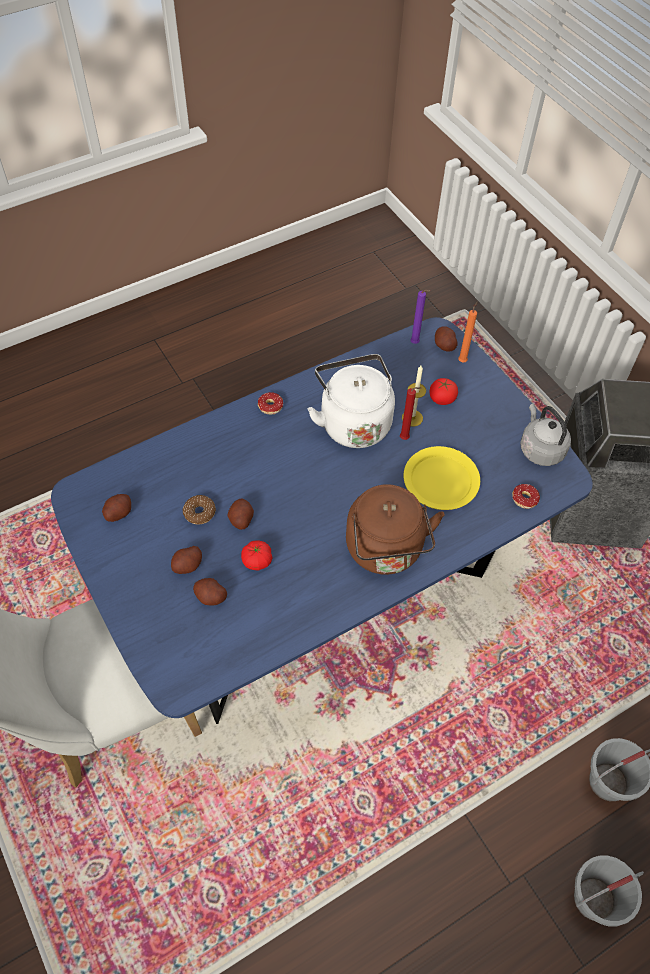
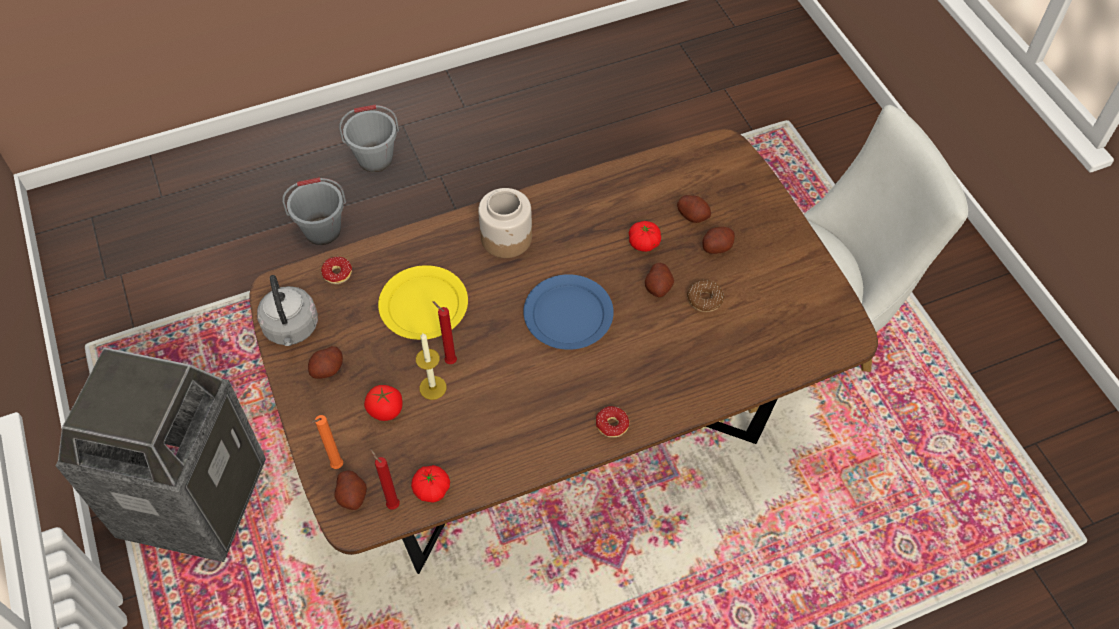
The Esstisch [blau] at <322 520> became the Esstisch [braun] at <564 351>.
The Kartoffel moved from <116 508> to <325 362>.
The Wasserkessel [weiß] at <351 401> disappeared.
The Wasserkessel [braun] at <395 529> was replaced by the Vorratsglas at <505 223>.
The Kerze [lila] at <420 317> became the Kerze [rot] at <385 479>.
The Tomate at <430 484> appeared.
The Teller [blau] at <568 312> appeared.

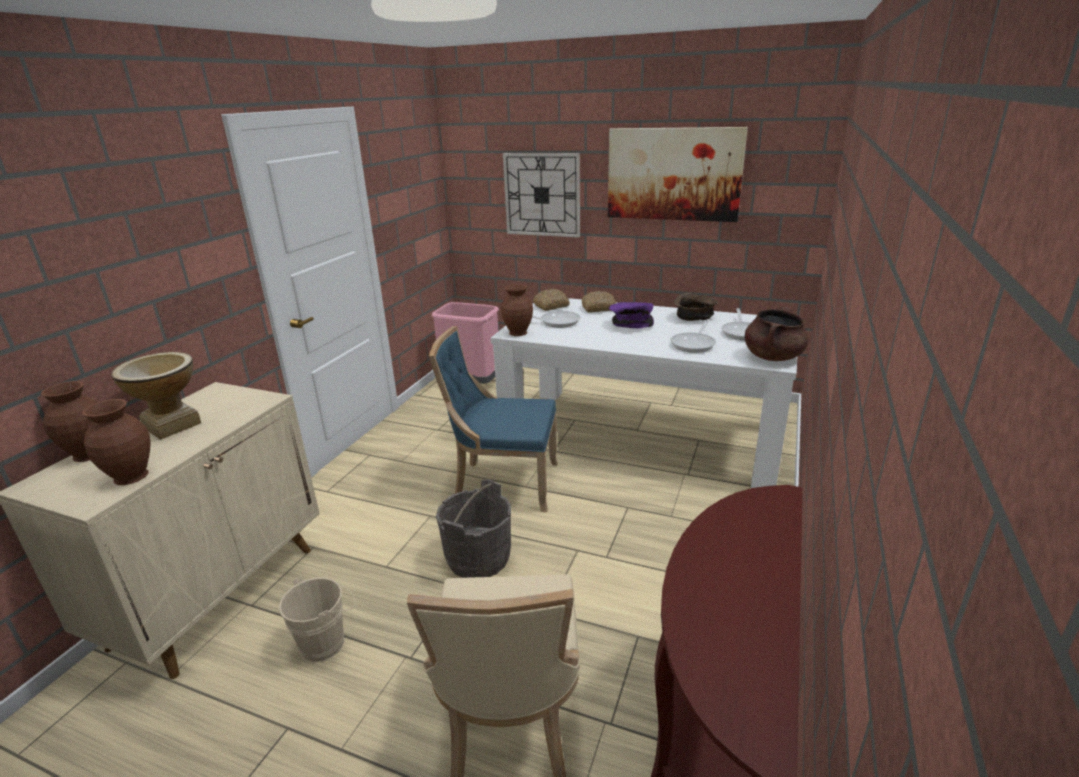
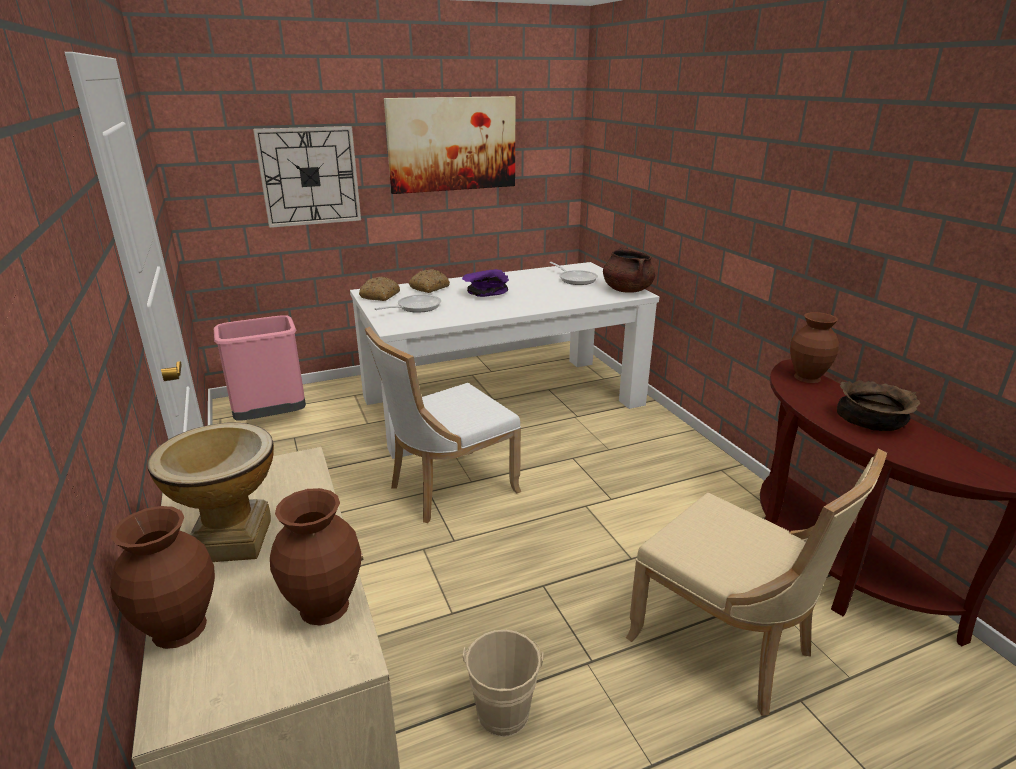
The Stuhl [blau] at <493 419> became the Stuhl [weiß] at <443 425>.
The Eimer [grau] at <473 529> disappeared.
The Vase [braun] moved from <517 310> to <814 347>.
The Pfanne at <693 336> disappeared.
The Schüssel [braun] moved from <696 306> to <878 405>.

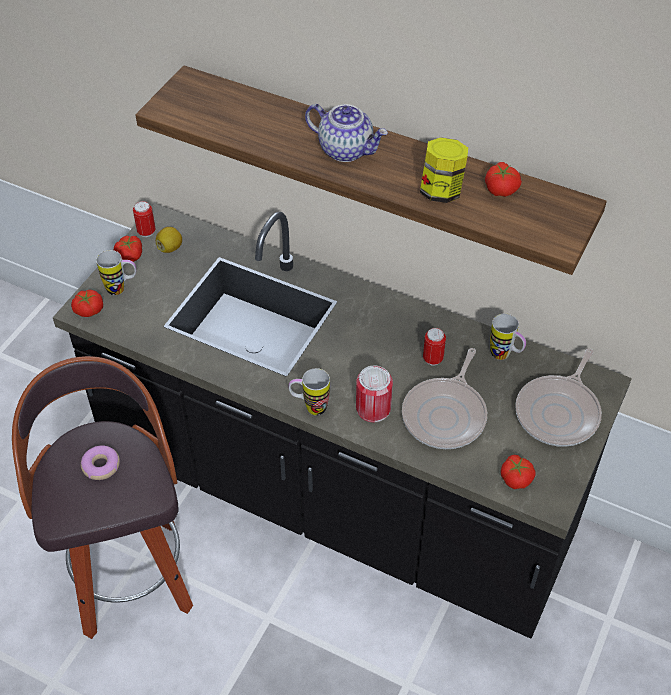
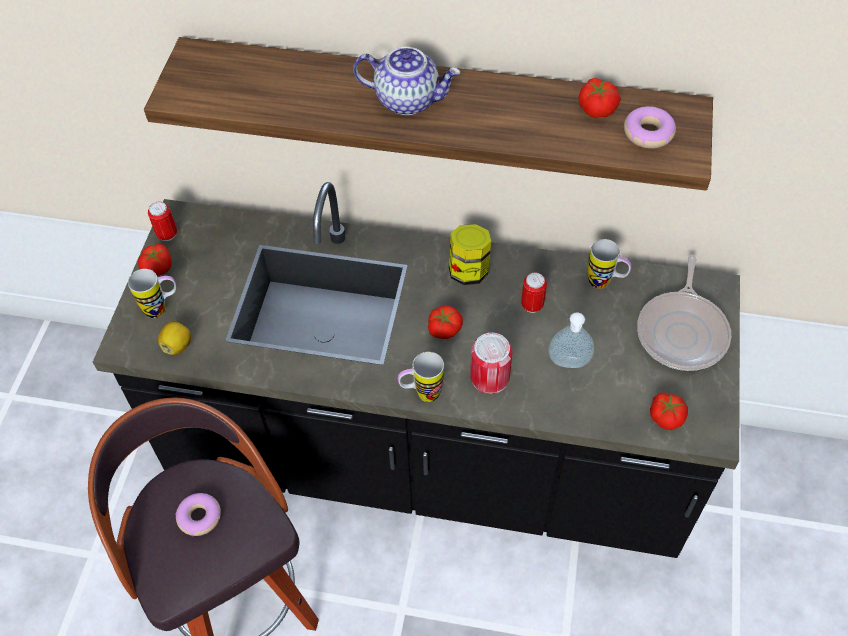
The Tomate moved from <87 303> to <445 322>.
The Zitrone moved from <169 240> to <174 338>.
The Pfanne at <444 398> was replaced by the Seifenspender at <571 340>.
The Vorratsglas moved from <444 170> to <470 254>.
The Donut at <650 127> appeared.

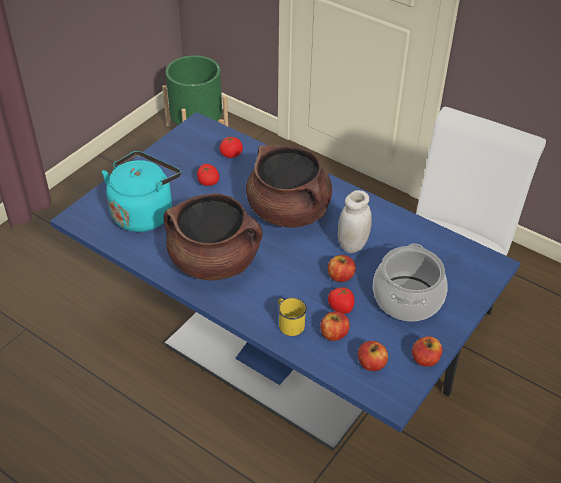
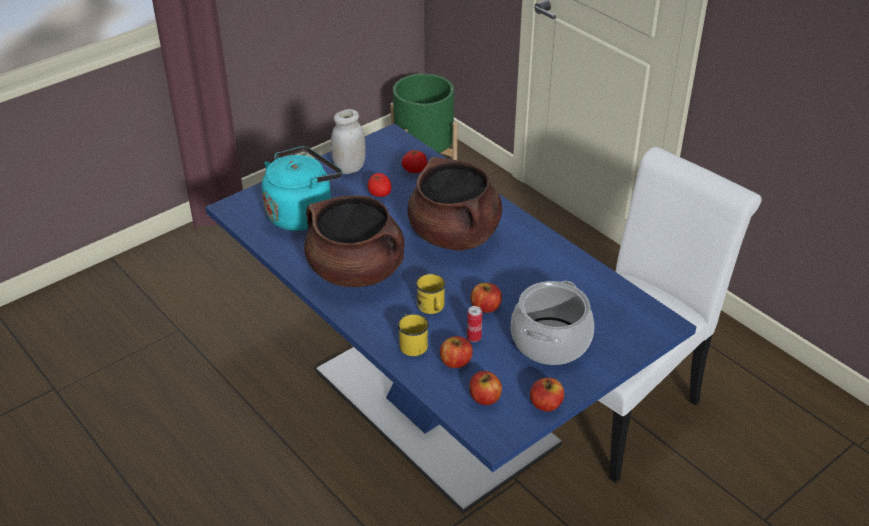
The Tomate at <341 300> was replaced by the Dose at <474 324>.
The Vorratsglas [weiß] moved from <355 221> to <348 141>.
The Henkelbecher [gelb] at <431 293> appeared.

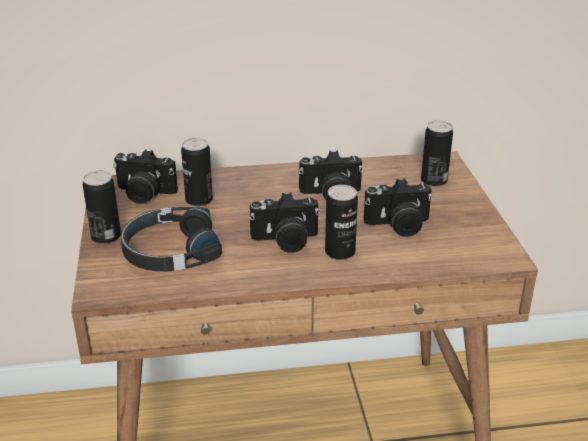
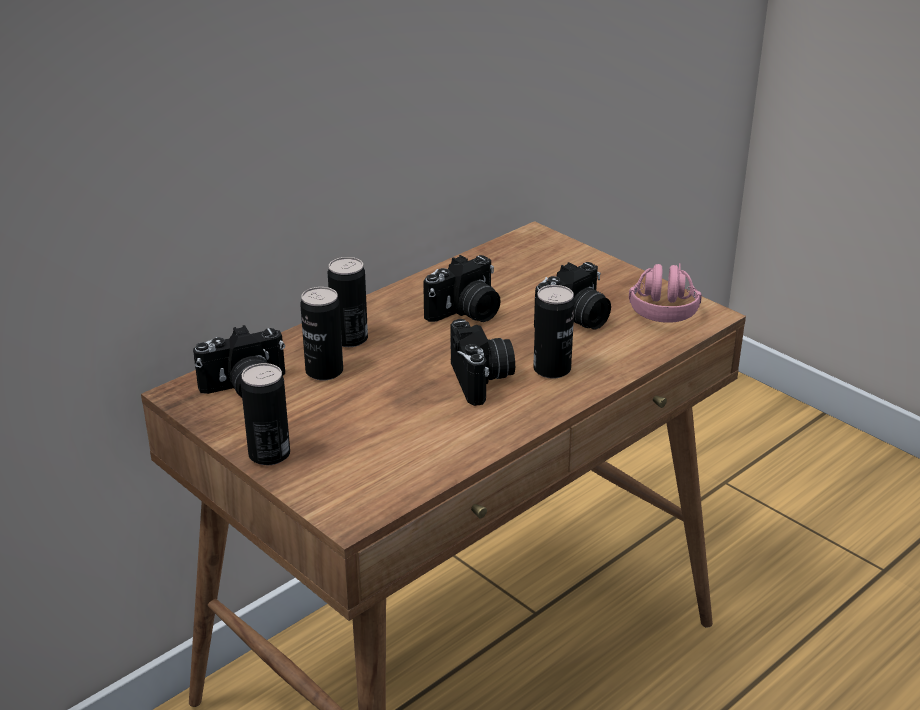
The Kopfhörer [schwarz] at <171 239> disappeared.
The Kamera at <284 223> turned 60 degrees counterclockwise.
The Dose moved from <437 153> to <348 302>.
The Kopfhörer [rosa] at <665 293> appeared.

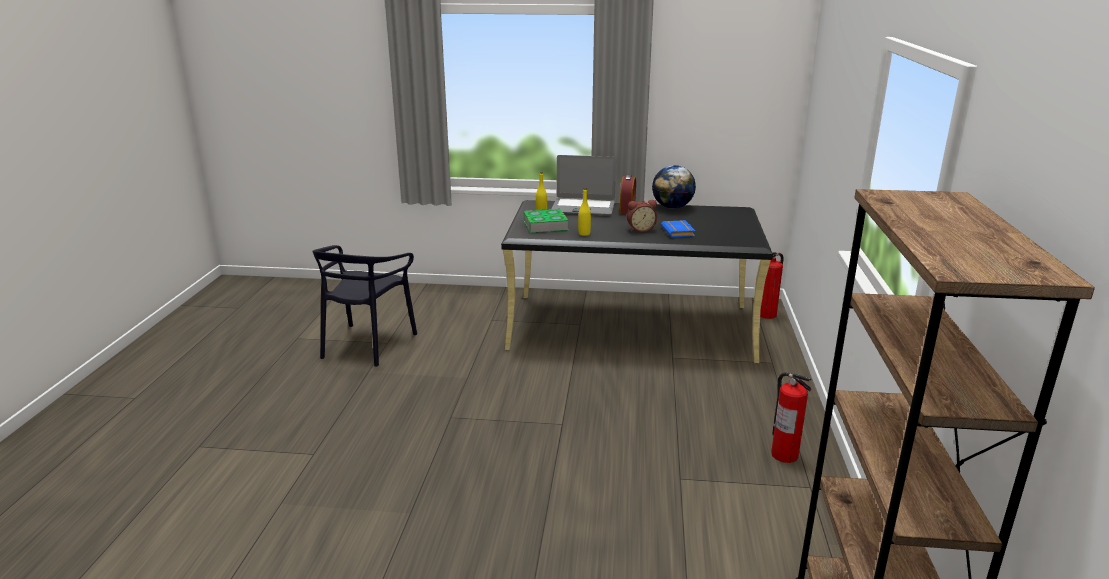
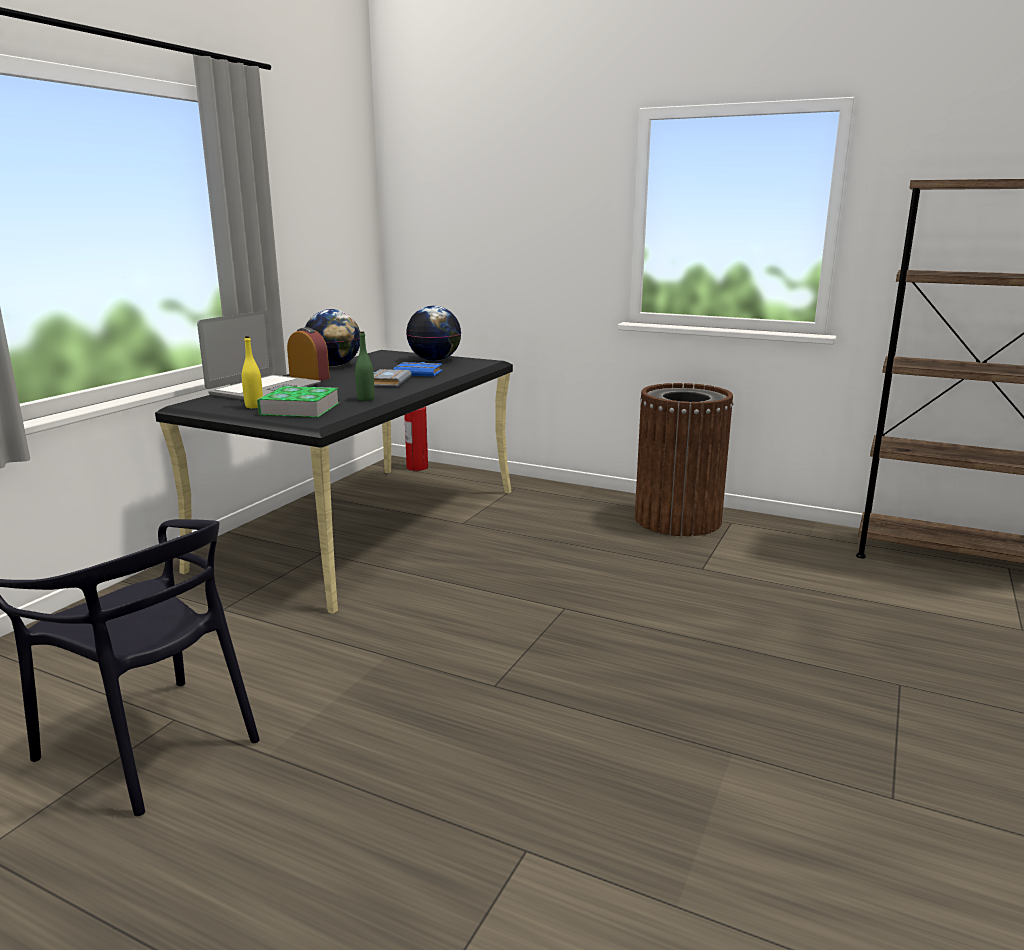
The Flasche [gelb] at <584 212> became the Flasche [grün] at <364 366>.
The Wecker at <642 216> was replaced by the Buch [grau] at <392 377>.
The Feuerlöscher at <791 417> was replaced by the Mülleimer [braun] at <684 459>.
The Globus at <433 333> appeared.

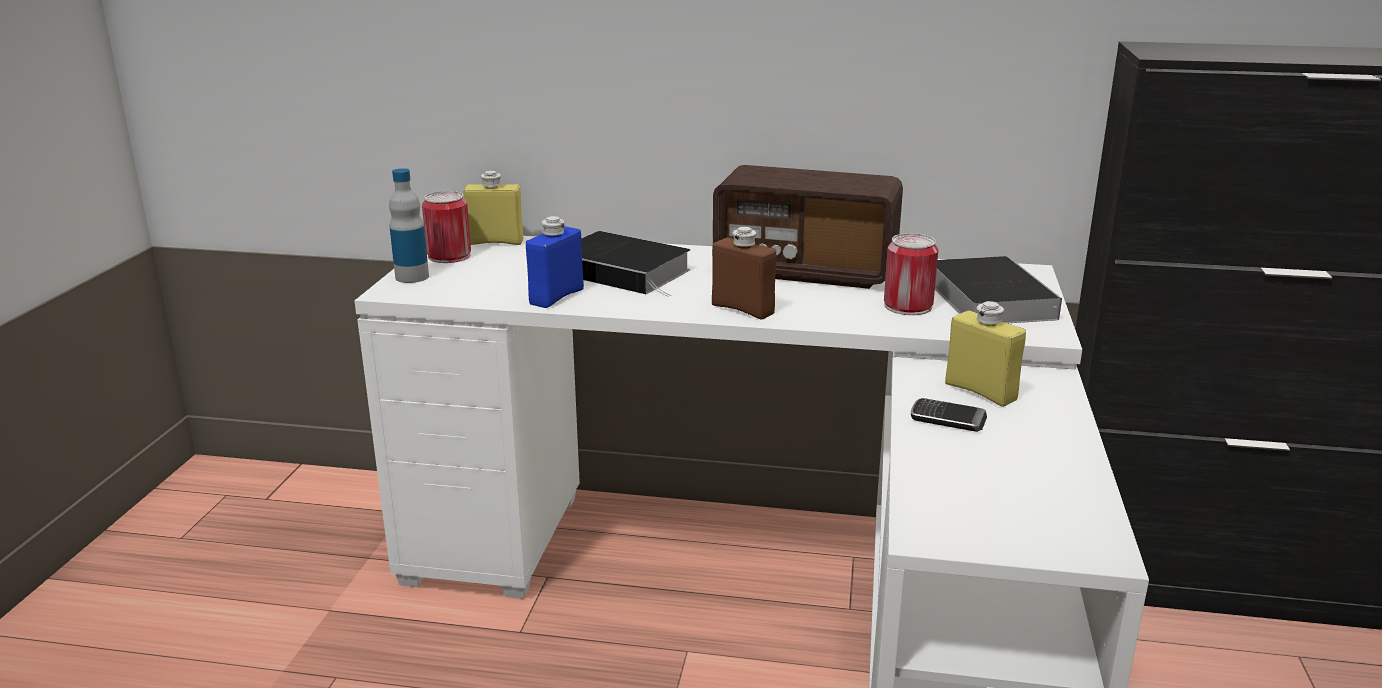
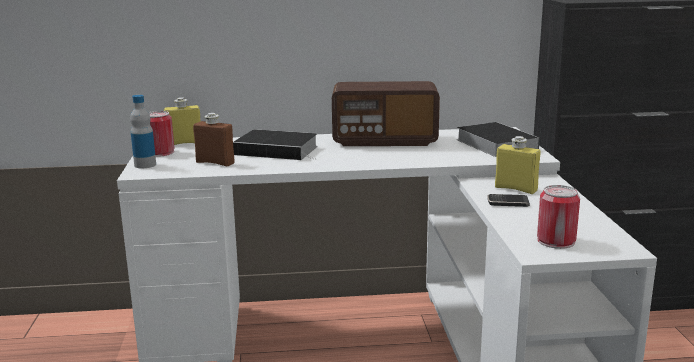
The Flasche [blau] at <555 262> disappeared.
The Flasche [braun] moved from <744 273> to <214 139>.
The Dose moved from <911 274> to <558 217>.

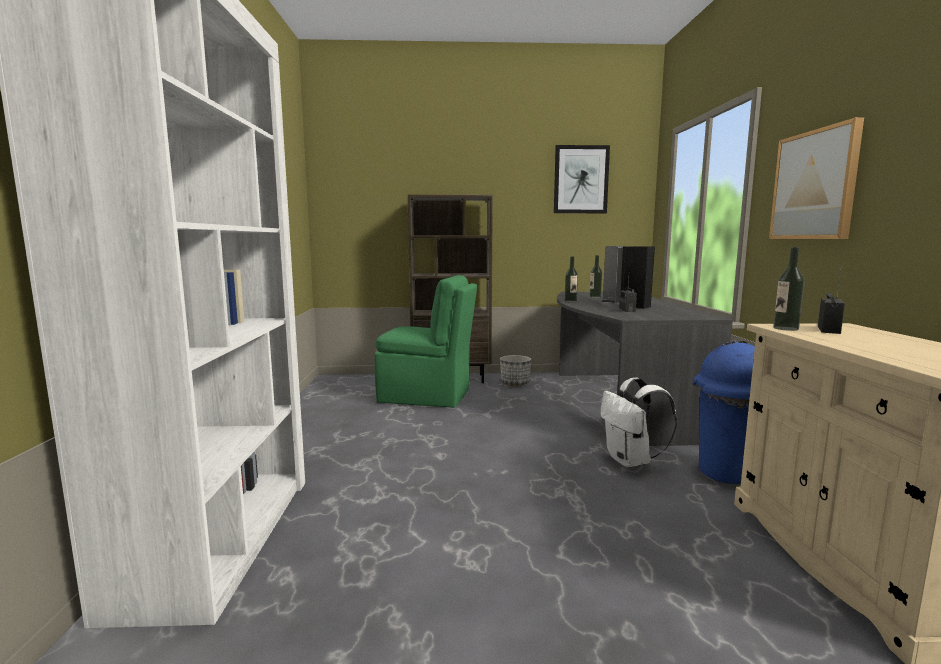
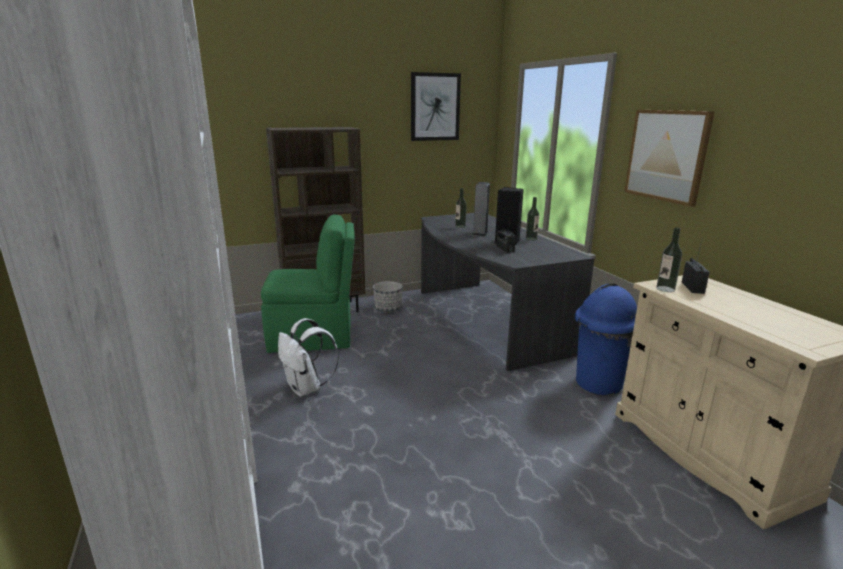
The Flasche moved from <571 279> to <532 219>.
The Rucksack [weiß] moved from <638 422> to <308 357>.

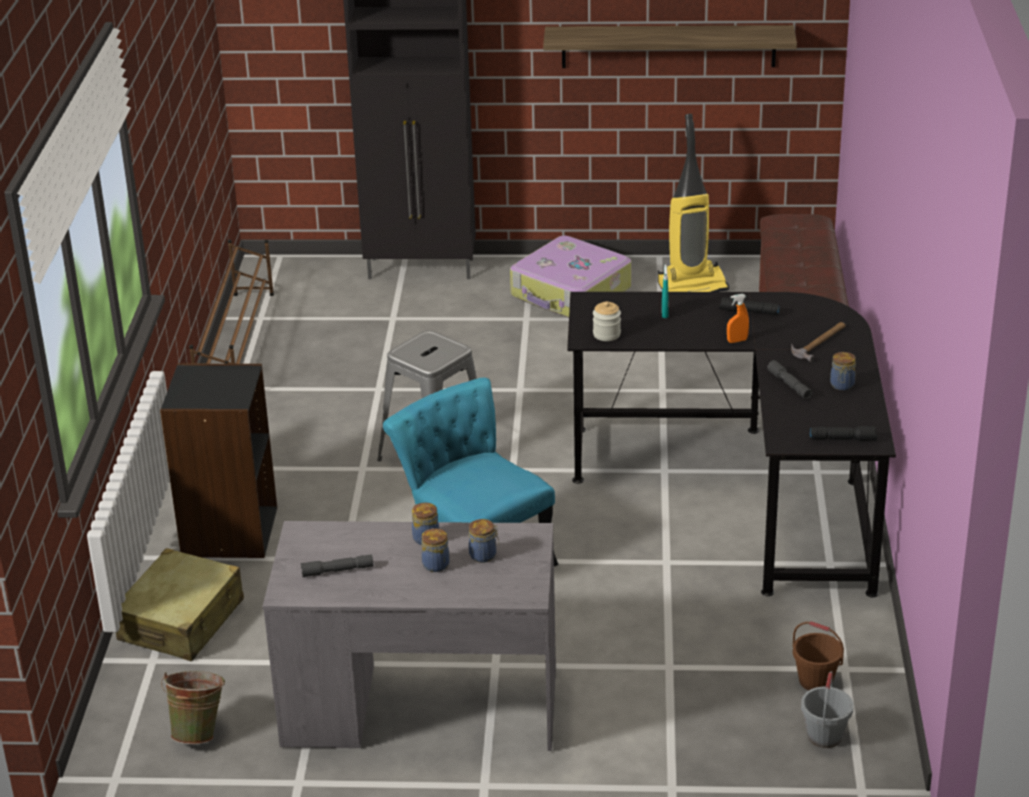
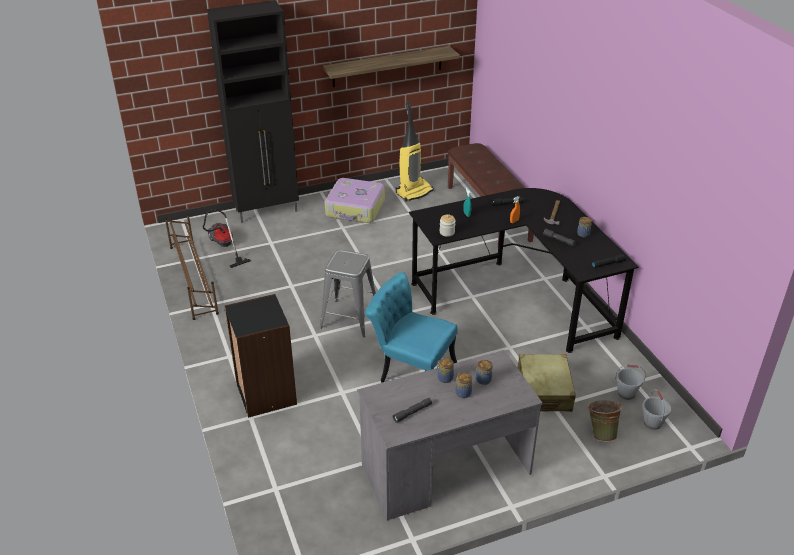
The Koffer [beige] moved from <180 604> to <546 383>.
The Eimer [grün] moved from <193 707> to <605 421>.
The Eimer [braun] at <818 655> became the Eimer [grau] at <630 382>.
The Staubsauger at <227 238> appeared.

